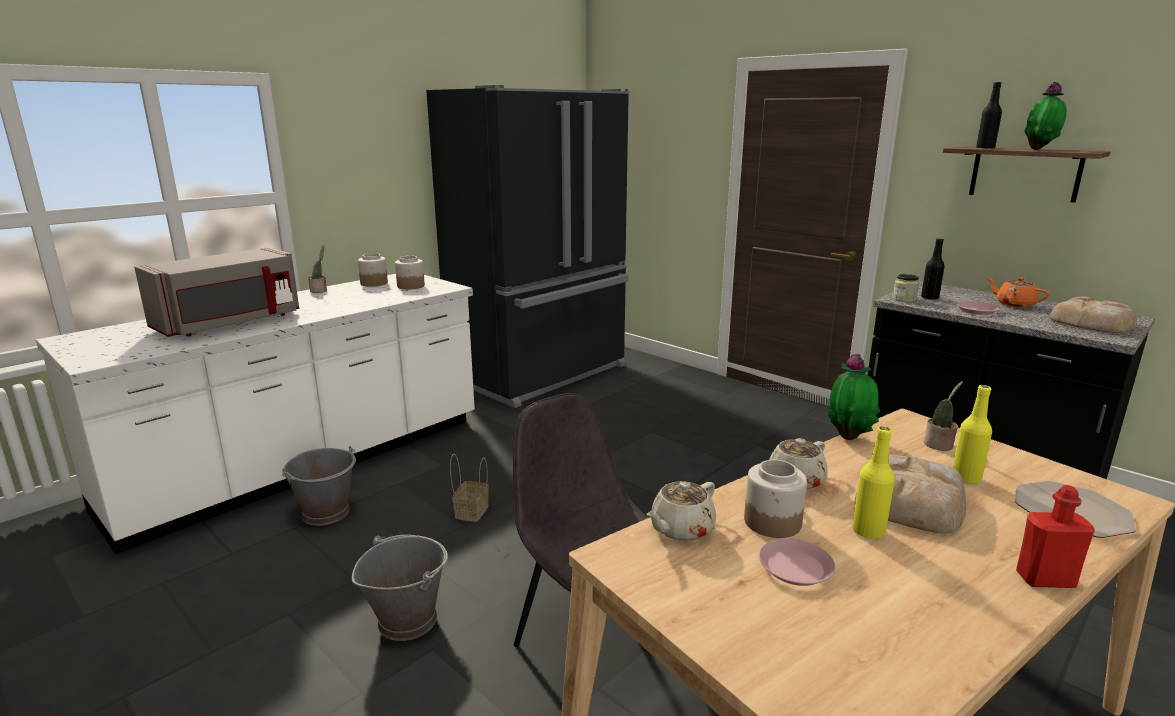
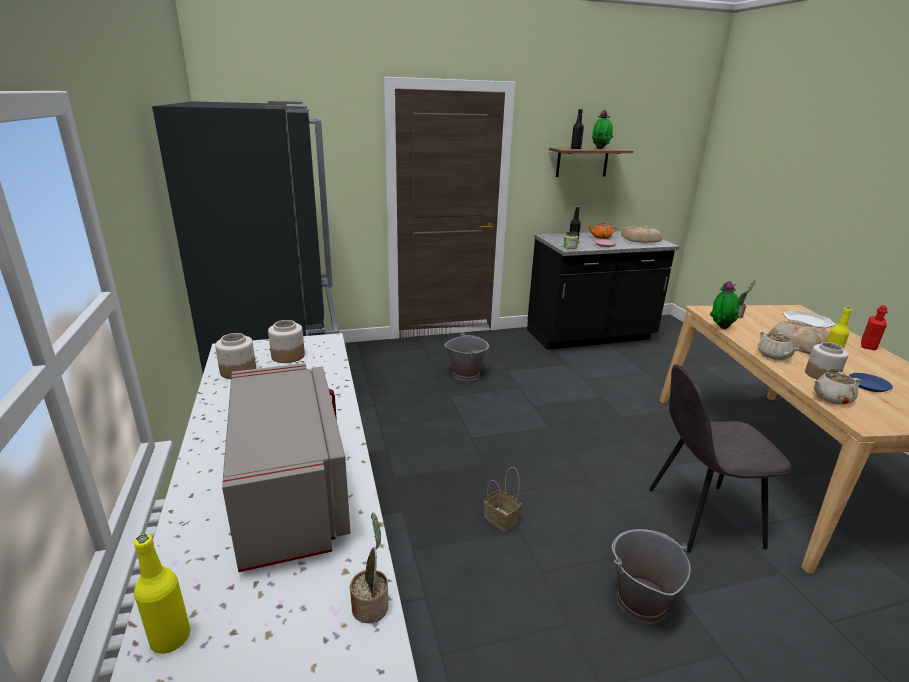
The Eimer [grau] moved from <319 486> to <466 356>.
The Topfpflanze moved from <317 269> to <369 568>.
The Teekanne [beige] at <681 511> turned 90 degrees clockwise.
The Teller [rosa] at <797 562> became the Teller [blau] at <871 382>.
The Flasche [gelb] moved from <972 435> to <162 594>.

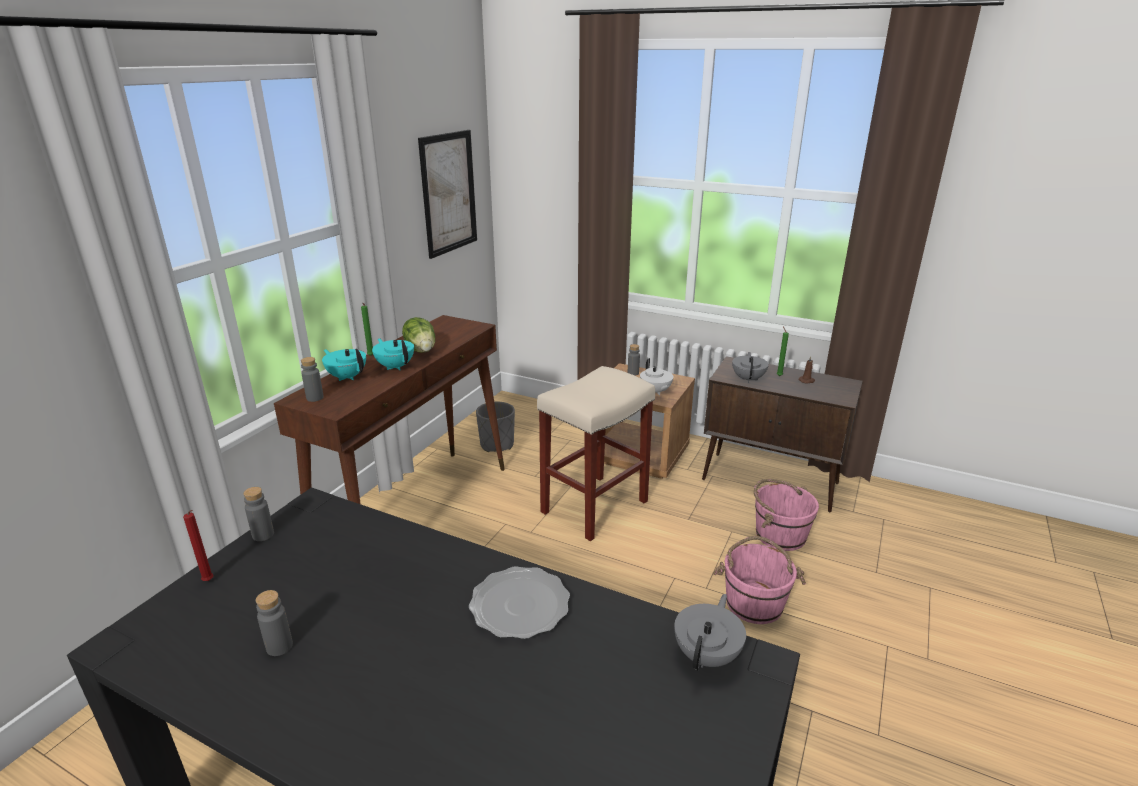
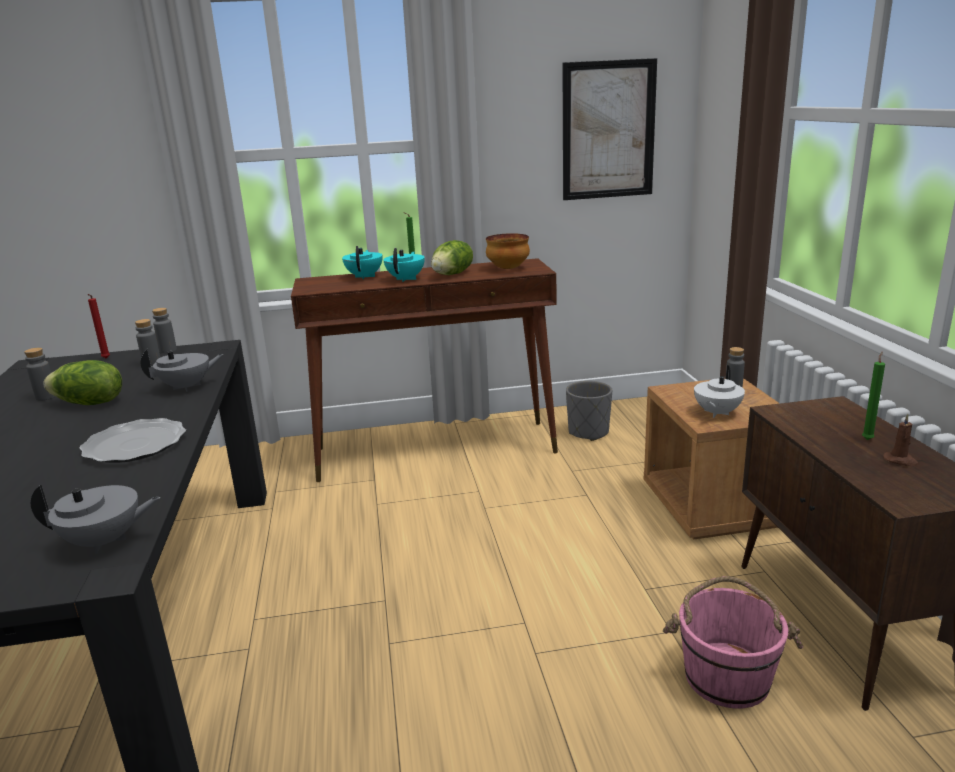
The Flasche [grau] moved from <312 379> to <147 342>.
The Hocker [beige] at <596 453> disappeared.
The Eimer [rosa] at <759 580> disappeared.
The Teekanne [grau] moved from <750 367> to <182 370>.
The Salatkopf at <82 382> appeared.
The Schüssel at <508 251> appeared.

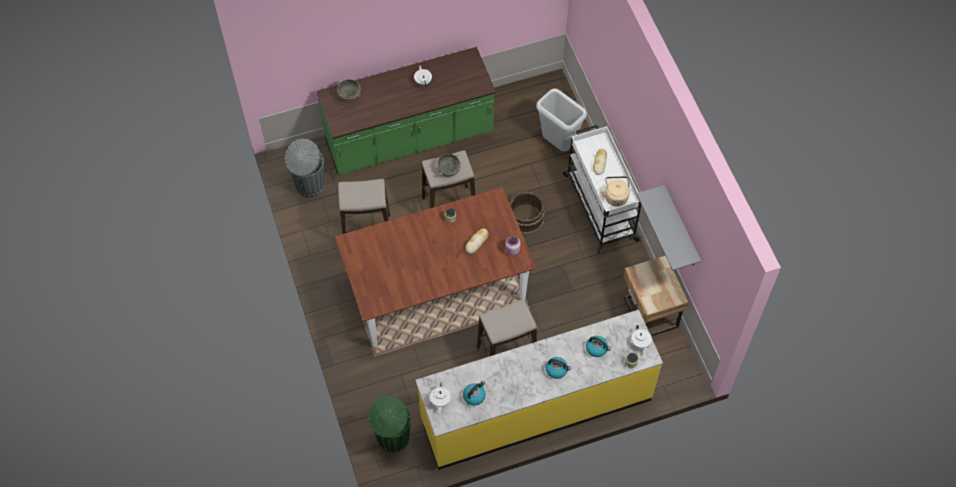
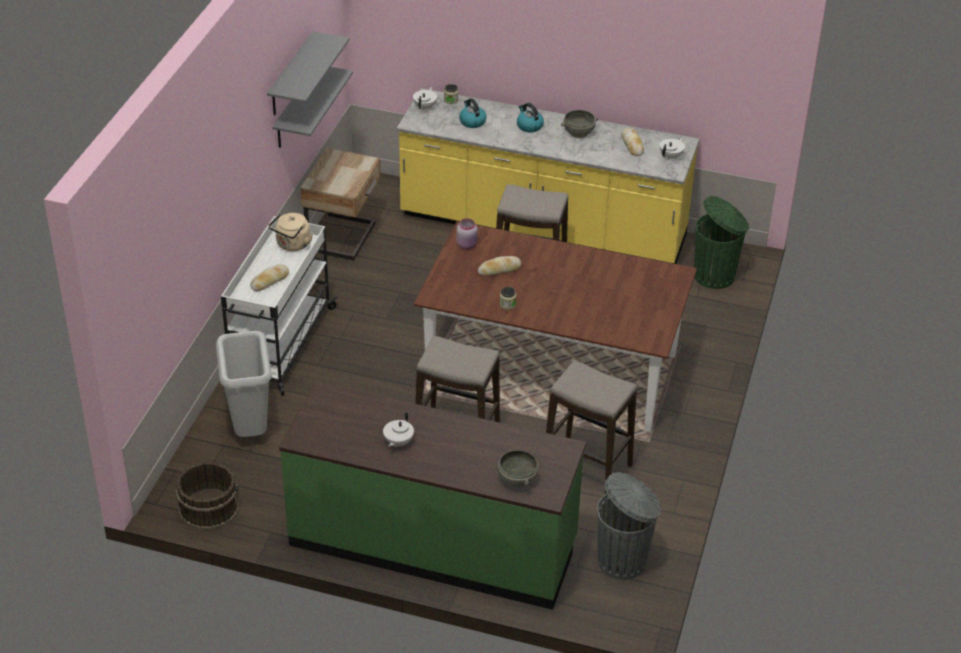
The Schüssel [grau] moved from <449 165> to <579 124>.
The Wasserkessel at <474 393> was replaced by the Brot at <632 142>.
The Eimer [braun] moved from <527 213> to <207 496>.
The Wandregal [grau] at <308 73> appeared.

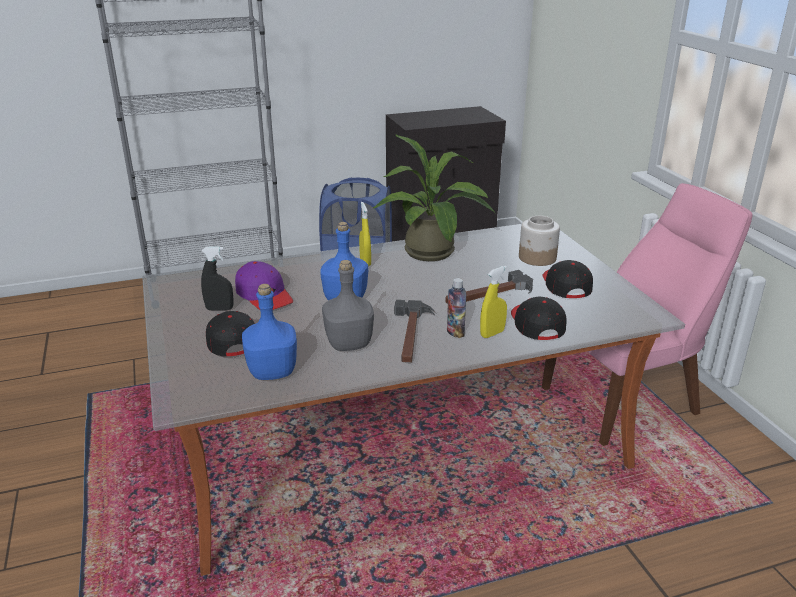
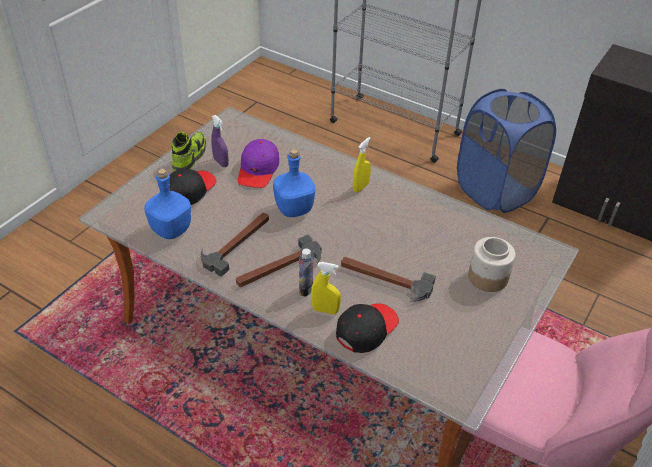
The Sprühflasche [schwarz] at <217 278> became the Sprühflasche [lila] at <220 141>.
The Flasche [grau] at <348 305> was replaced by the Hammer at <235 244>.
The Topfpflanze at <434 197> disappeared.
The Kappe [schwarz] at <568 279> disappeared.
The Schuh at <189 151> appeared.

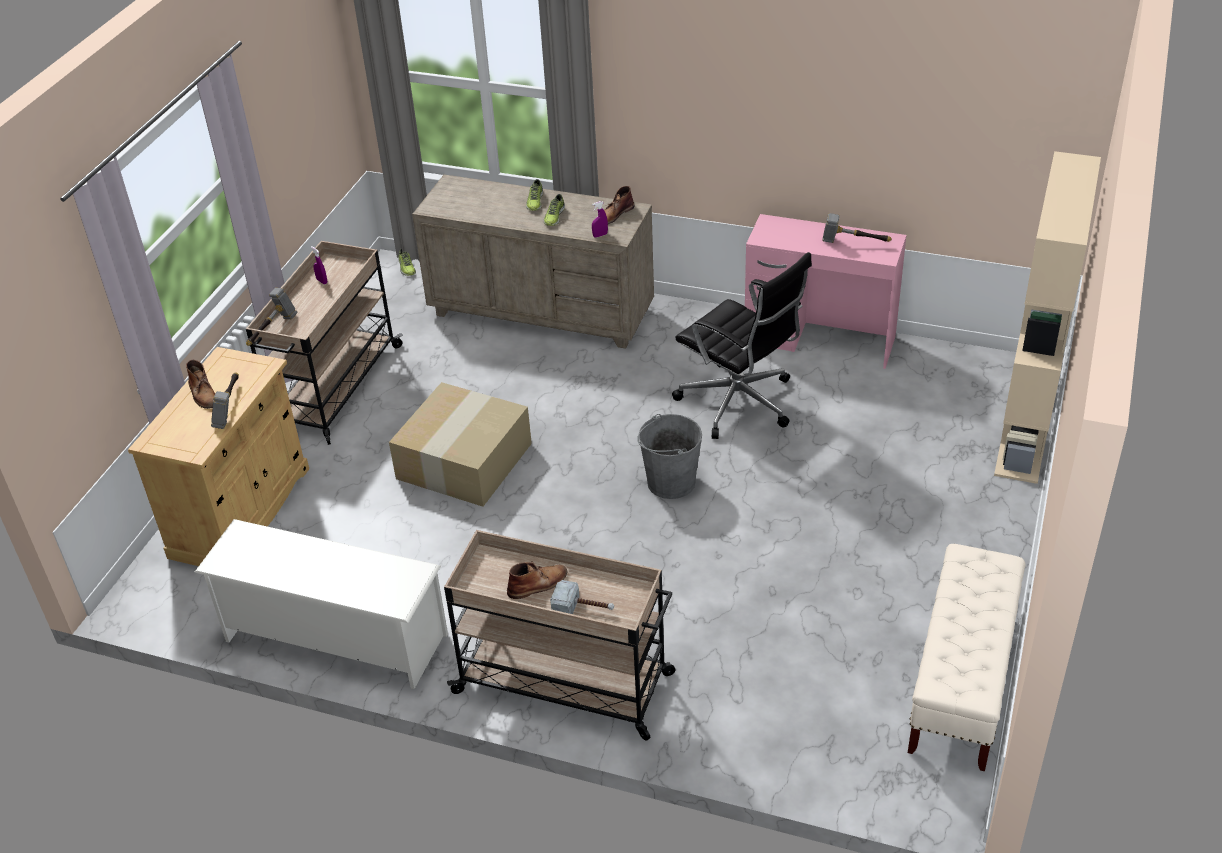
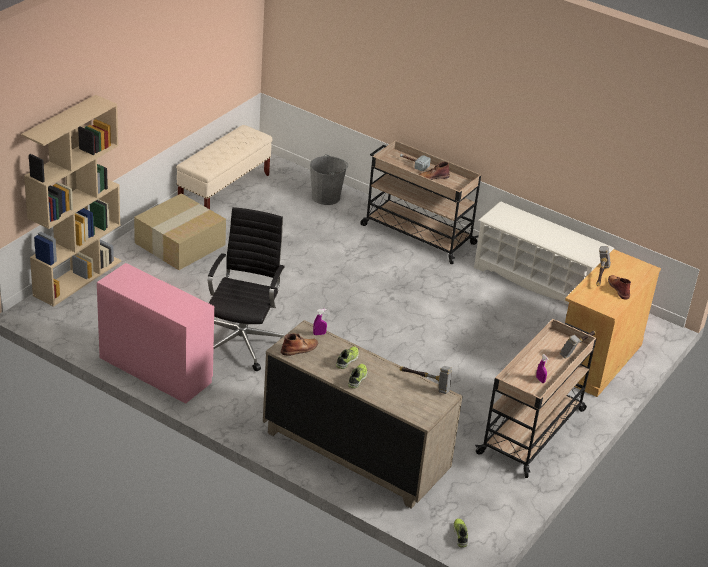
The Karton moved from <460 444> to <180 231>.
The Eimer [grau] moved from <669 456> to <329 179>.
The Bürostuhl [schwarz] at <742 345> turned 45 degrees clockwise.
The Hammer moved from <857 228> to <425 380>.

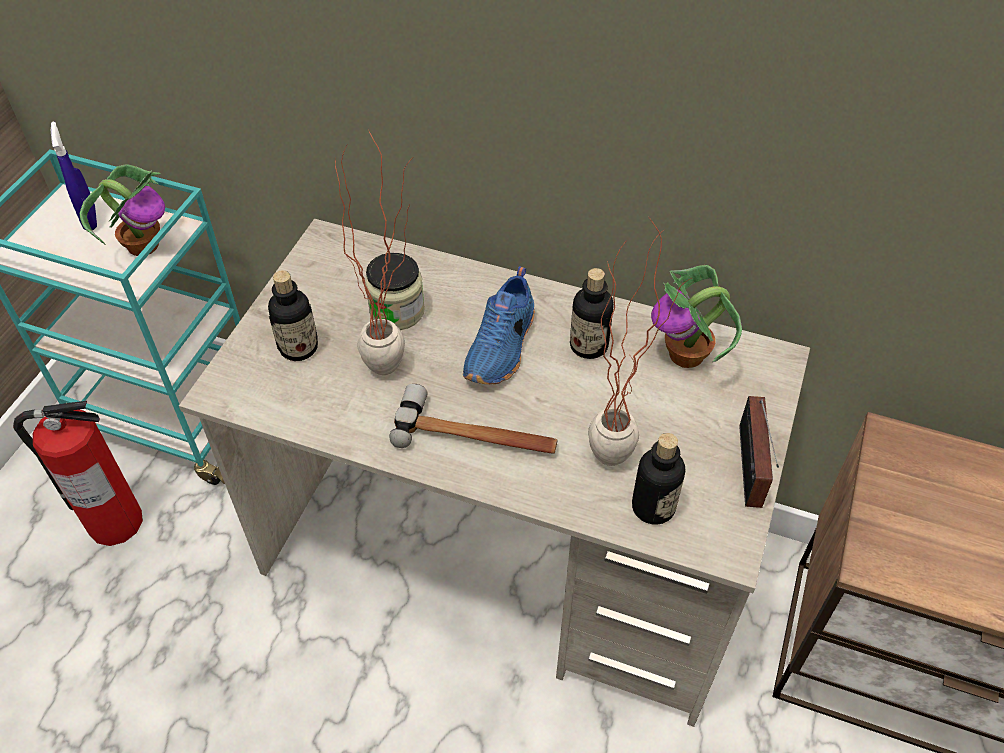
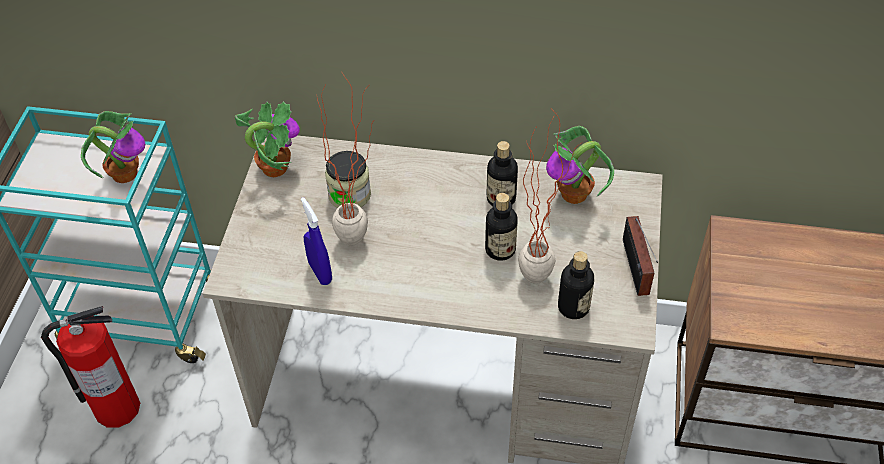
The Sprühflasche [blau] moved from <74 176> to <316 241>.
The Flasche moved from <293 315> to <501 227>.
The Hammer at <473 419> disappeared.
The Schuh [blau] at <499 325> disappeared.
The Topfpflanze at <267 139> appeared.

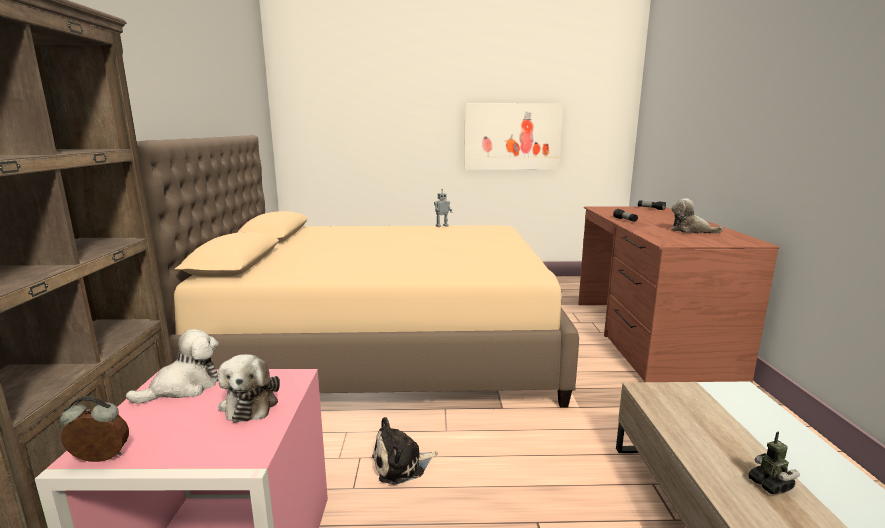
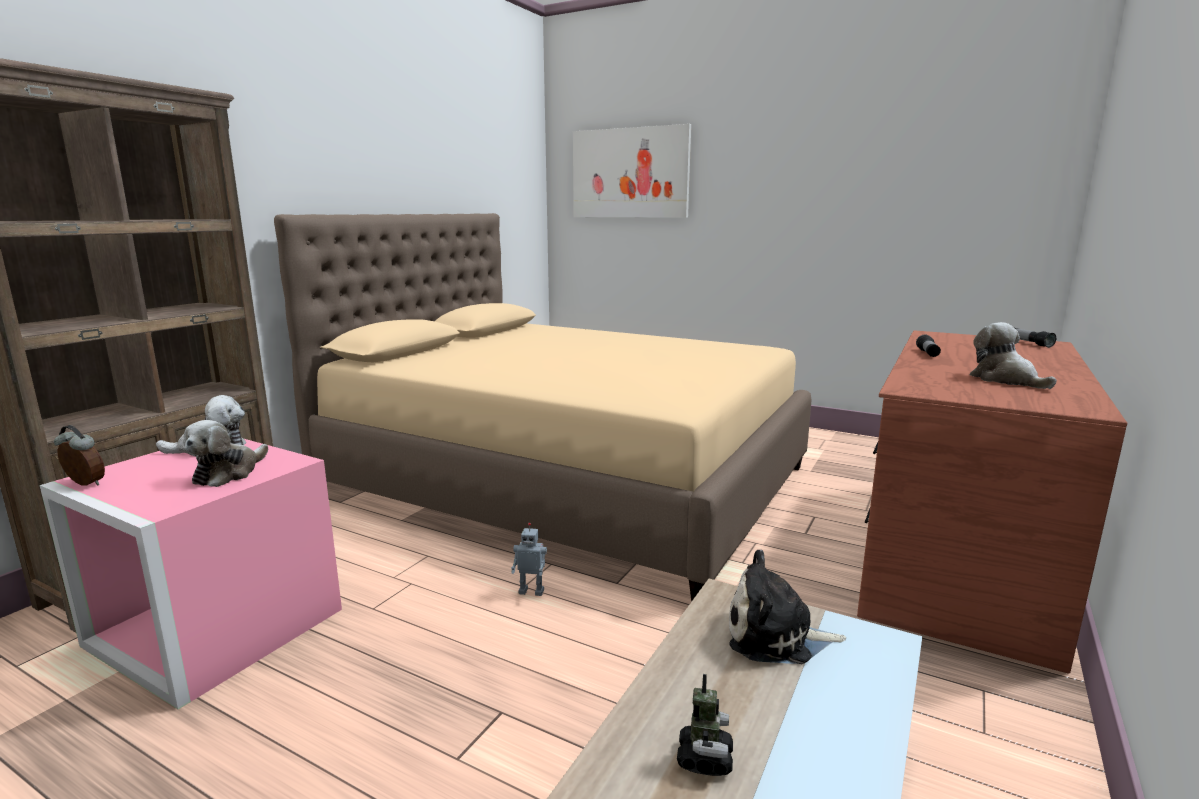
The Plüschtier moved from <405 451> to <787 607>.
The Spielzeugroboter moved from <443 208> to <529 559>.
The Bild moved from <513 136> to <632 171>.

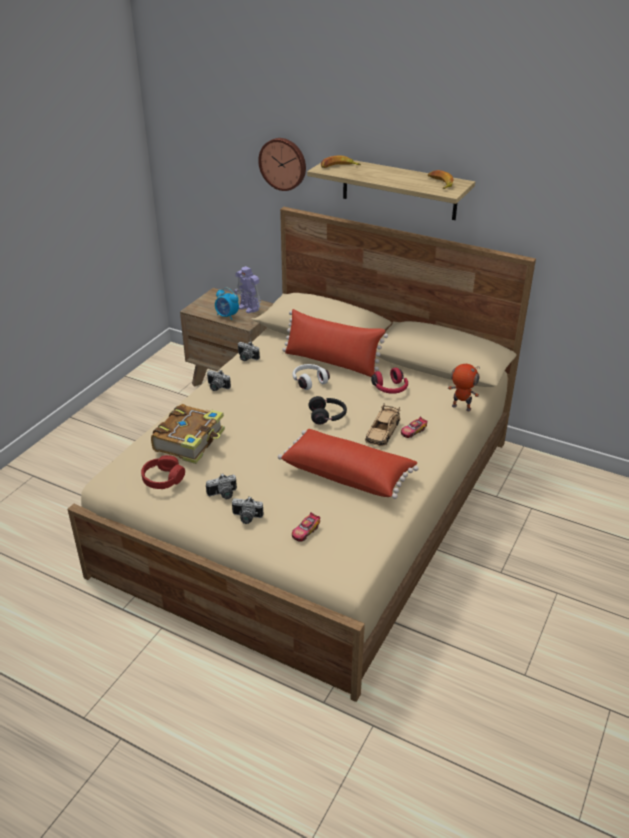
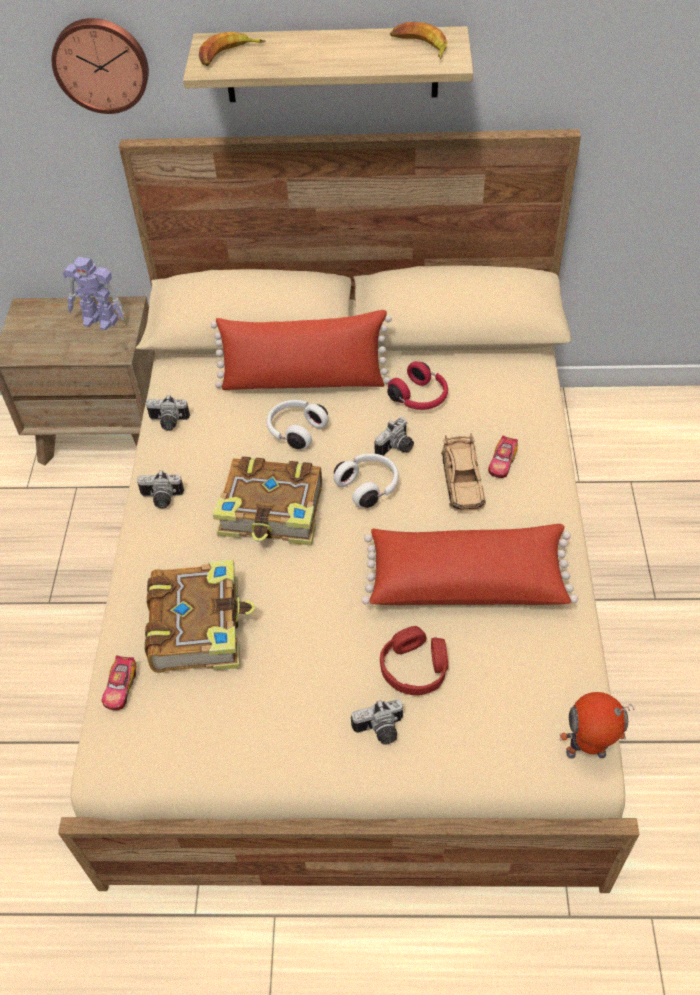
The Kopfhörer [rot] moved from <163 472> to <414 660>.
The Kamera moved from <221 486> to <394 436>.
The Wecker at <227 304> disappeared.
The Spielzeugauto moved from <306 527> to <119 682>.
The Kopfhörer [schwarz] at <328 410> became the Kopfhörer [weiß] at <366 480>.
The Spielzeugroboter moved from <464 387> to <597 725>.
The Buch at <267 501> appeared.

